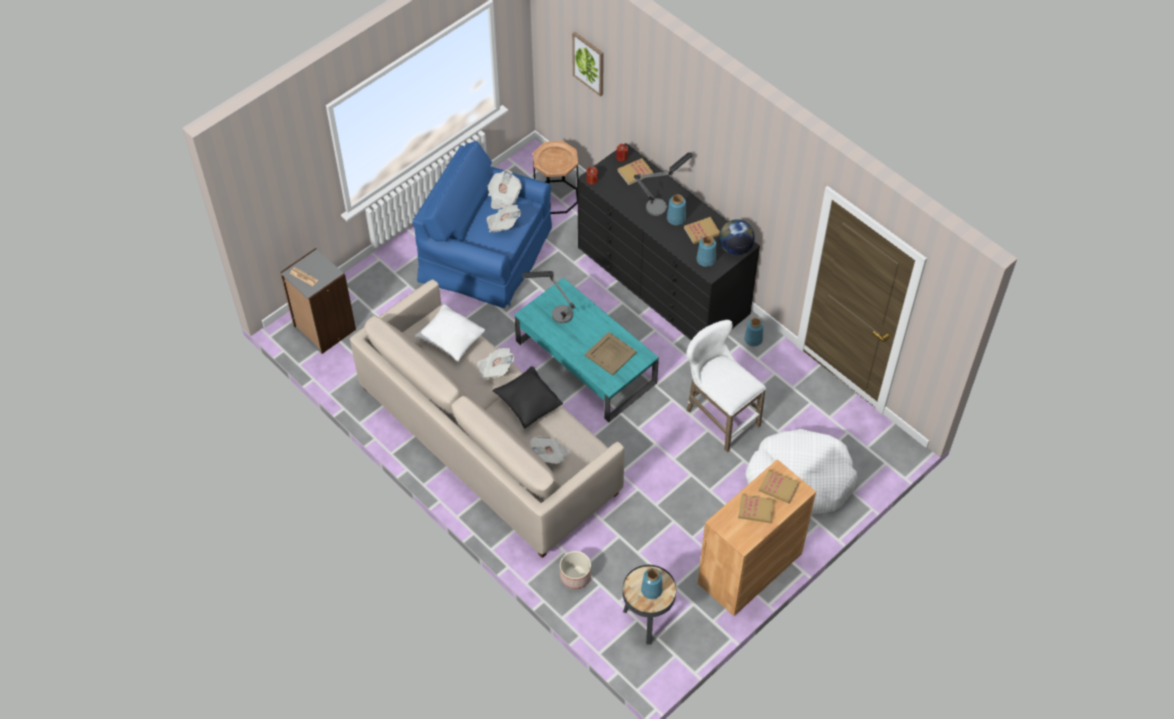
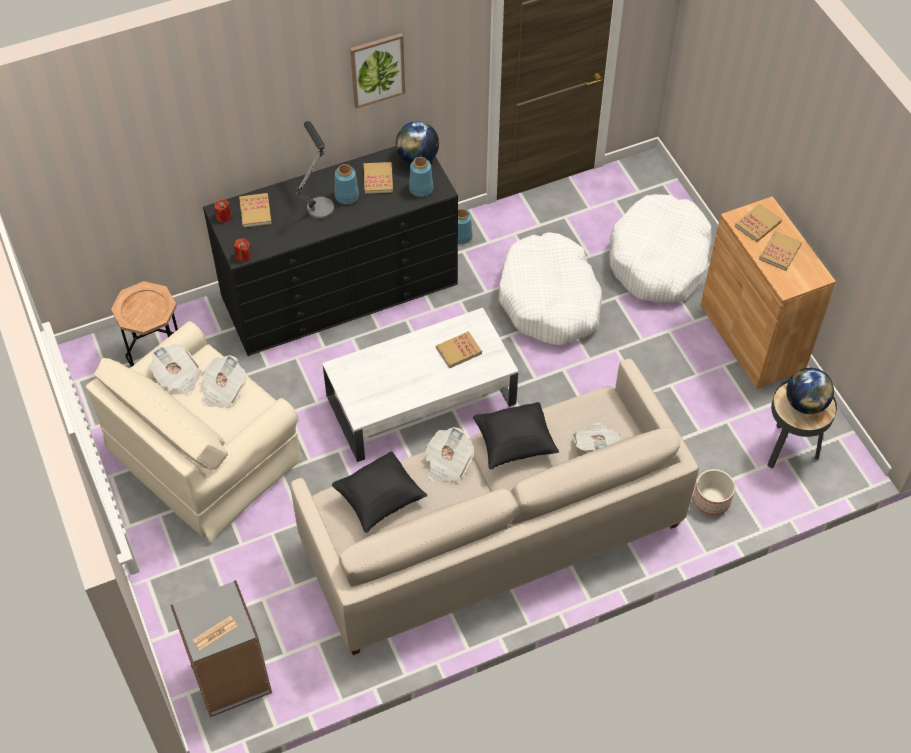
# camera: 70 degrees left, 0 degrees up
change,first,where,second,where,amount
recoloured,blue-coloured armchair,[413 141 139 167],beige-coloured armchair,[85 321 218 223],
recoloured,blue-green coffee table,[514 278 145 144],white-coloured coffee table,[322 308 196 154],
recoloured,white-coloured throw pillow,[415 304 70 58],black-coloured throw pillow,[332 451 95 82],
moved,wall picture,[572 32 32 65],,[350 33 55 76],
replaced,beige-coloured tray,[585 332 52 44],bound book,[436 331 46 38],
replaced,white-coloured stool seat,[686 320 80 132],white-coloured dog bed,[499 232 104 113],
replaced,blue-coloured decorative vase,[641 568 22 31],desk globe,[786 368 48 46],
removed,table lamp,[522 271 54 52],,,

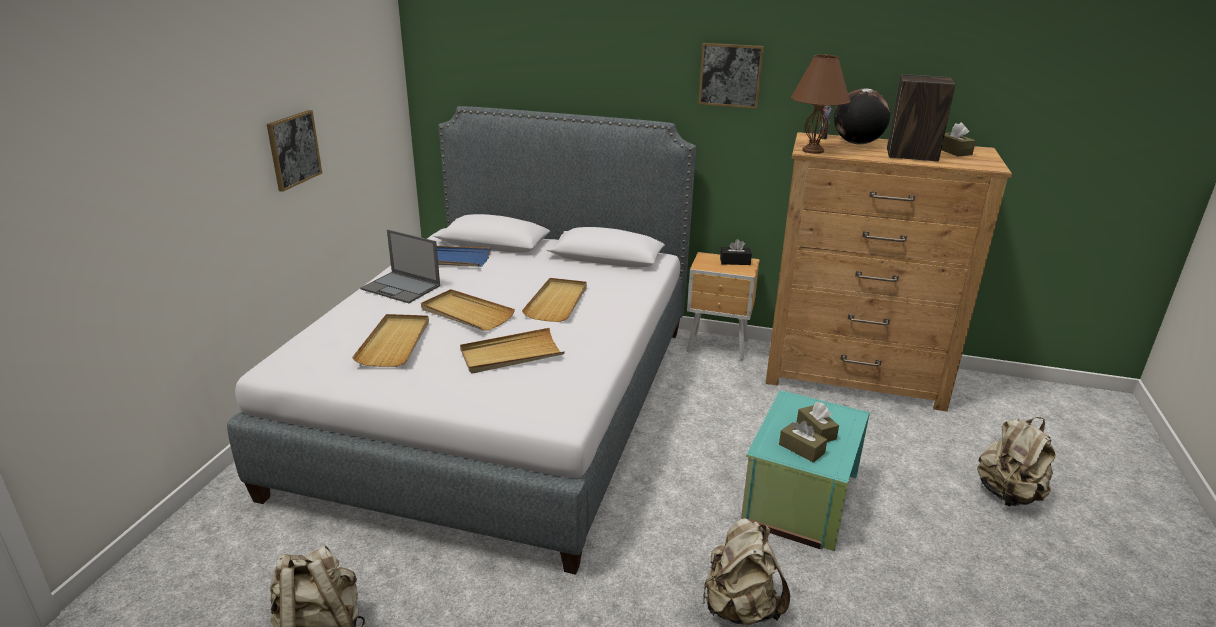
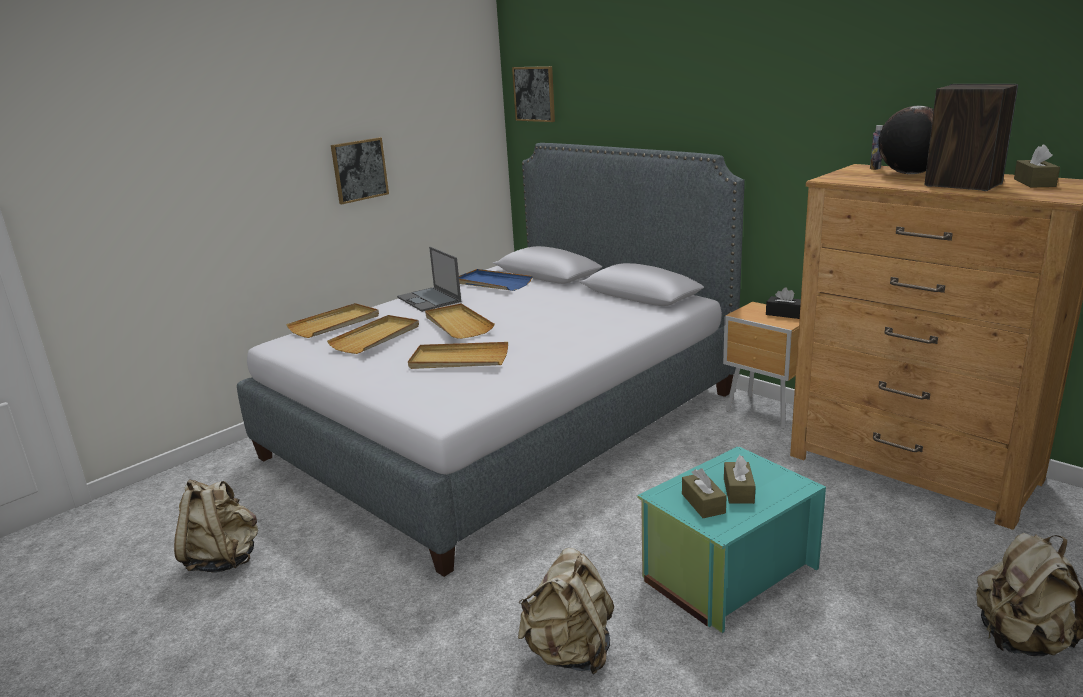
# camera: 30 degrees right, 5 degrees down
change,first,where,second,where,amount
moved,beige-coloured tray,[522 278 65 44],,[286 303 93 35],
moved,wall picture,[698 43 66 66],,[512 66 43 56],
removed,brownish table lamp,[791 54 59 100],,,

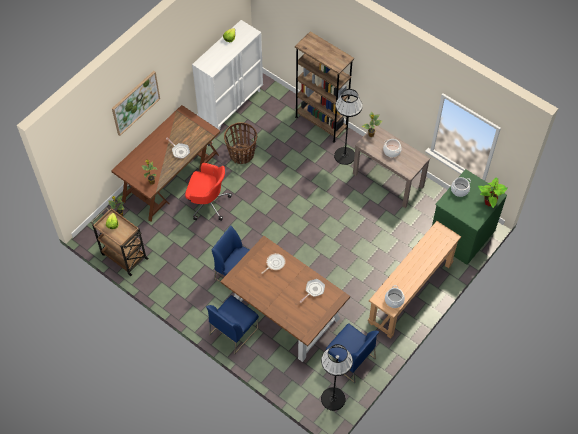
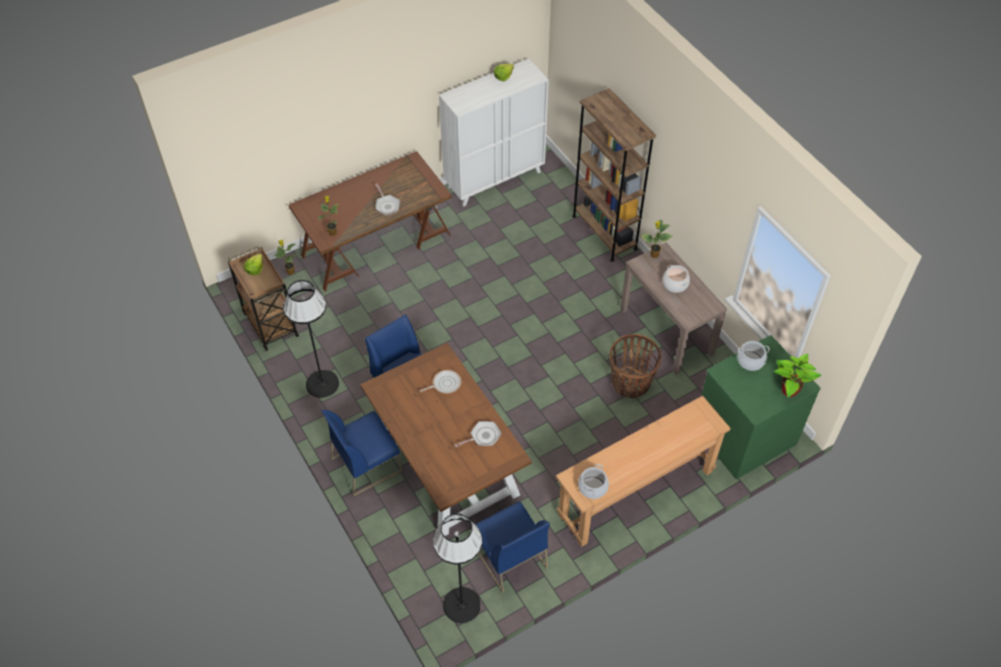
# camera: 20 degrees right, 5 degrees down
change,first,where,second,where,amount
moved,black-coloured floor lamp,[334 89 29 76],,[283 280 56 118],
moved,household basket,[224 122 33 42],,[609 334 53 64],
removed,wall picture,[112 71 48 65],,,
removed,red-coloured office chair,[185 163 47 58],,,

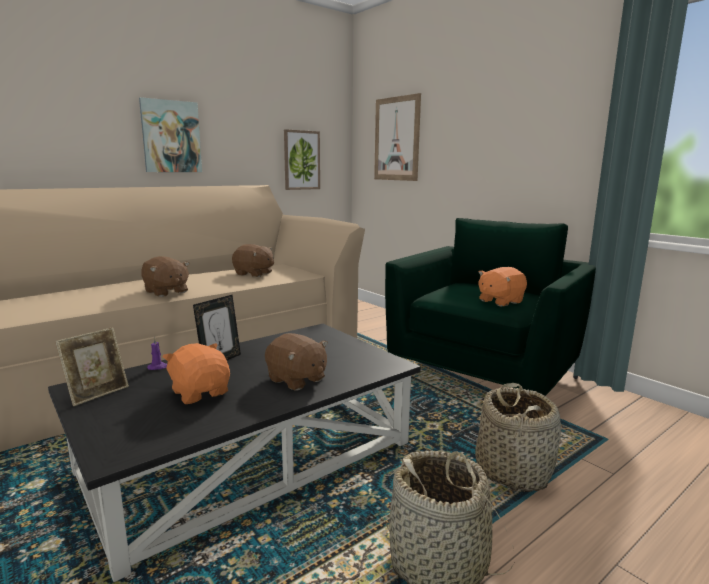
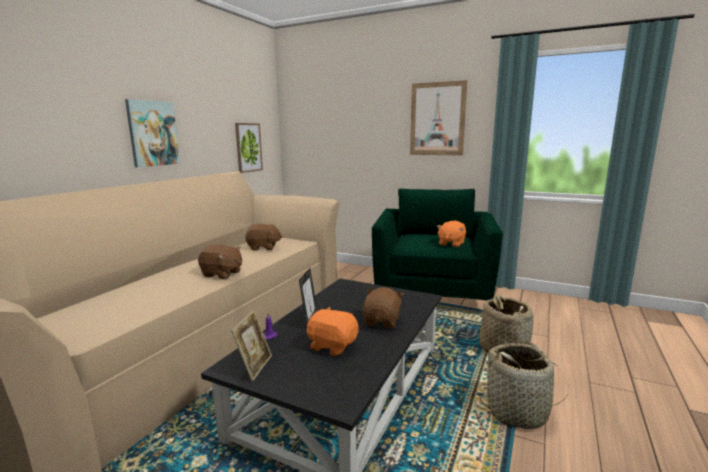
# camera: 25 degrees left, 0 degrees up
change,first,where,second,where,amount
turned,brownish soft toy,[265 333 63 57],,[363 287 41 41],90 degrees counterclockwise
moved,wall picture,[374 93 47 88],,[410 80 58 76],

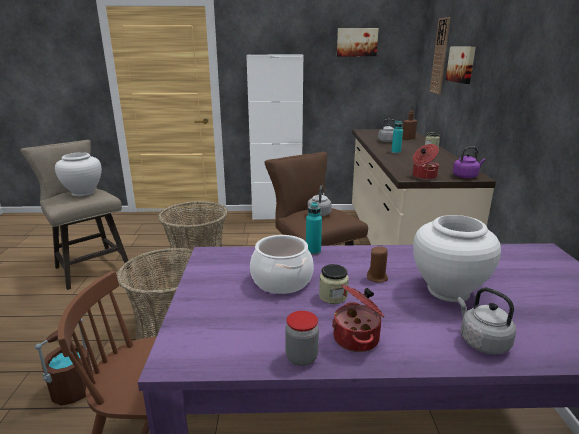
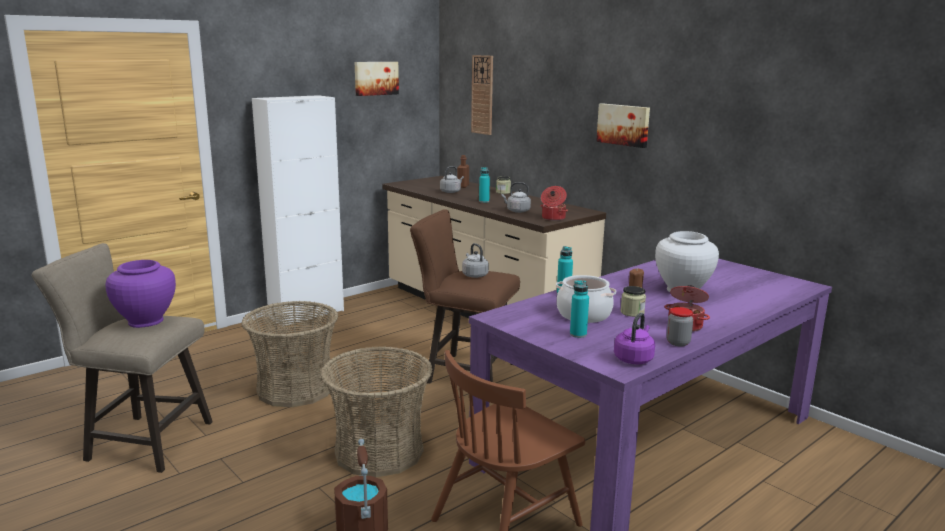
# camera: 40 degrees left, 5 degrees down
change,first,where,second,where,amount
recoloured,white-coloured decorative vase,[55 152 47 44],purple-coloured decorative vase,[105 260 71 68],
moved,gray tea kettle,[457 287 59 67],,[502 182 29 31],
added,,,blue-green drink bottle,[570 280 19 58],
moved,wall picture,[446 47 30 37],,[596 103 54 45],
moved,purple-coloured tea kettle,[453 146 32 32],,[614 313 41 51],

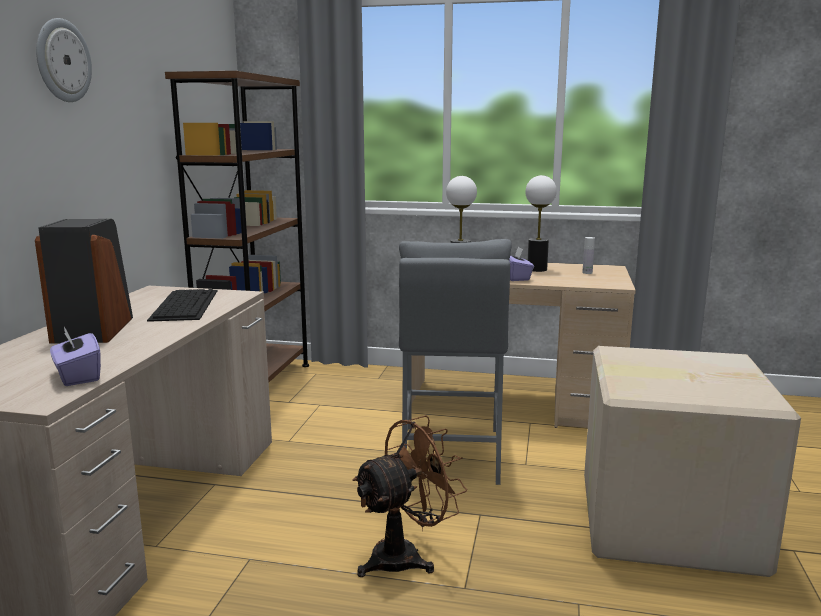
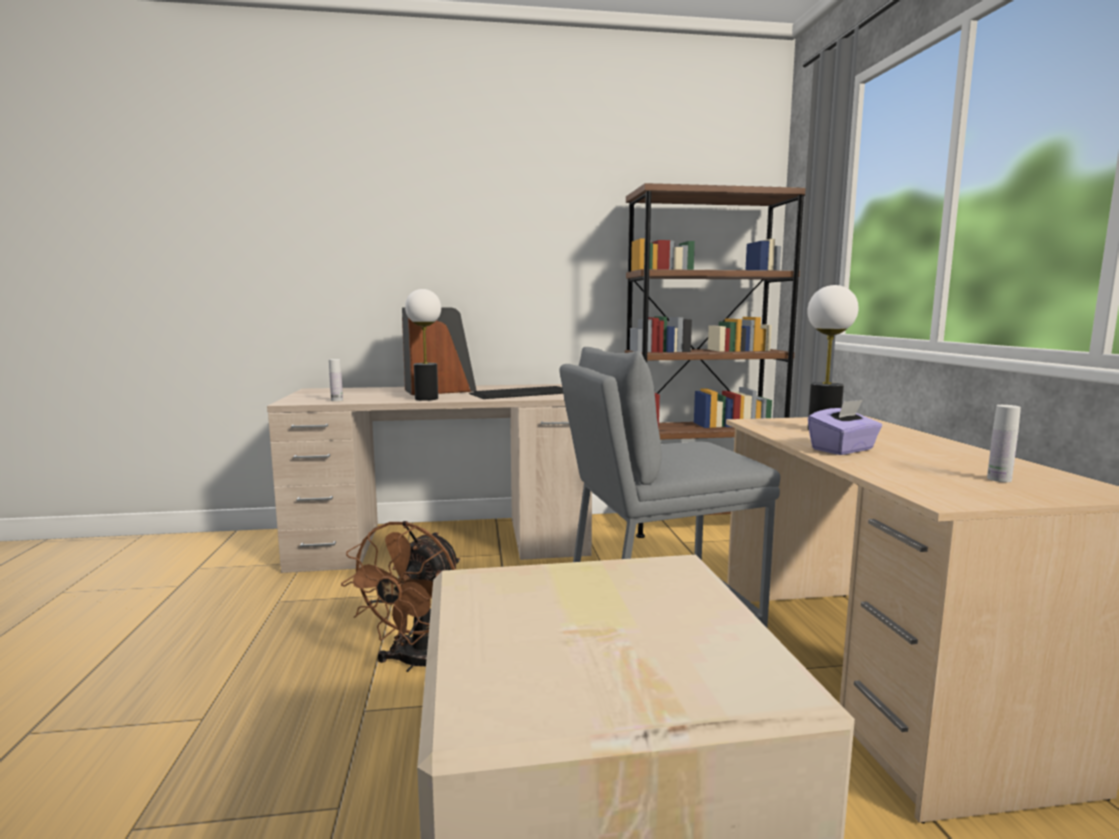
# camera: 70 degrees right, 5 degrees down
change,first,where,second,where,amount
replaced,purple-coloured tissue holder,[50 327 51 59],white-coloured drink bottle,[329 359 14 42],
turned,brownish fan,[352 415 115 162],,[341 521 119 151],75 degrees clockwise
moved,table lamp,[525 175 32 97],,[405 289 36 112],
removed,clock on the wall,[36 18 56 84],,,

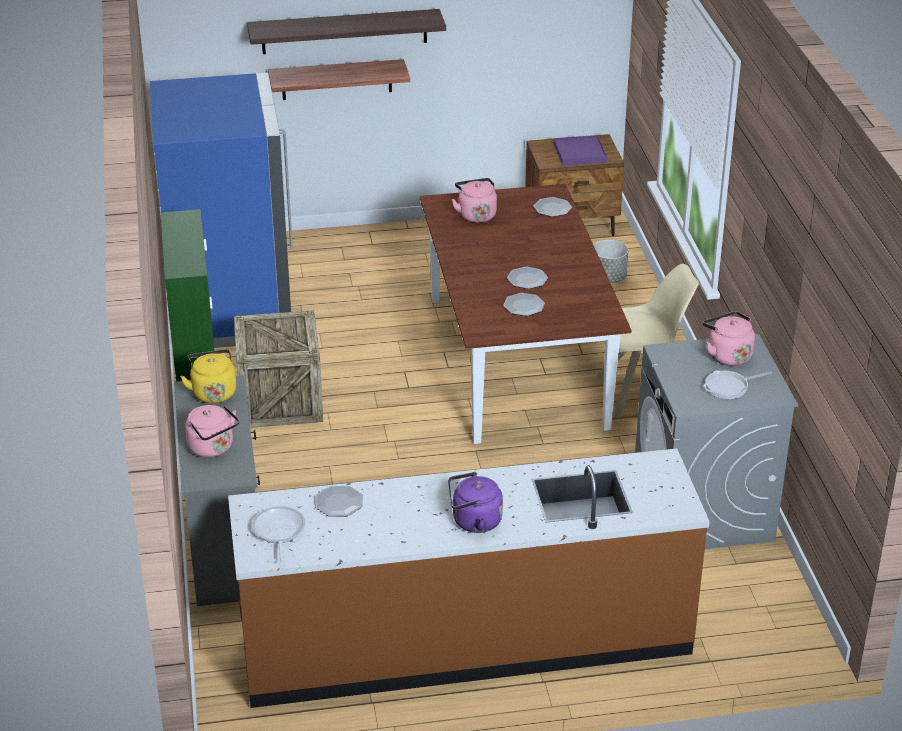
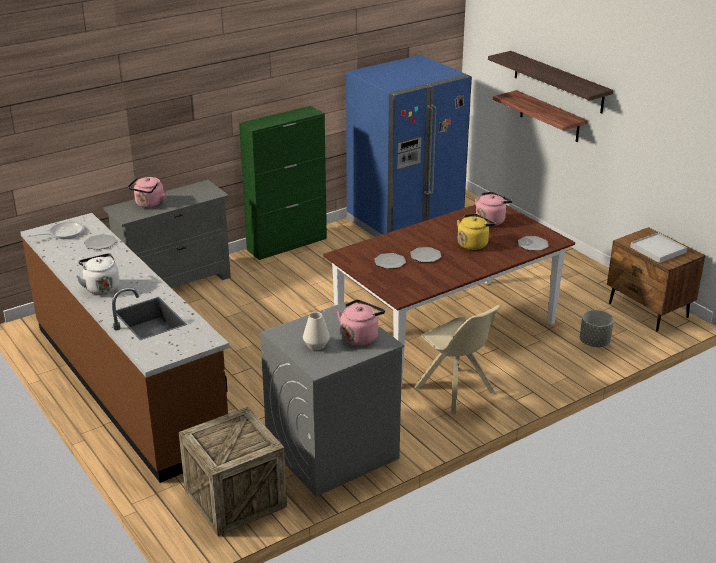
# camera: 65 degrees right, 5 degrees down
change,first,where,second,where,amount
recoloured,purple-coloured tea kettle,[448 472 55 61],white-coloured tea kettle,[76 253 44 42],
moved,shipping crate,[234 310 89 118],,[179 407 108 129],
replaced,pan,[703 371 69 28],white-coloured decorative vase,[303 312 27 38],
moved,yellowish tea kettle,[180 349 56 54],,[457 213 39 37],
recoloured,purple-coloured tray,[554 135 53 31],white-coloured tray,[630 233 57 30],

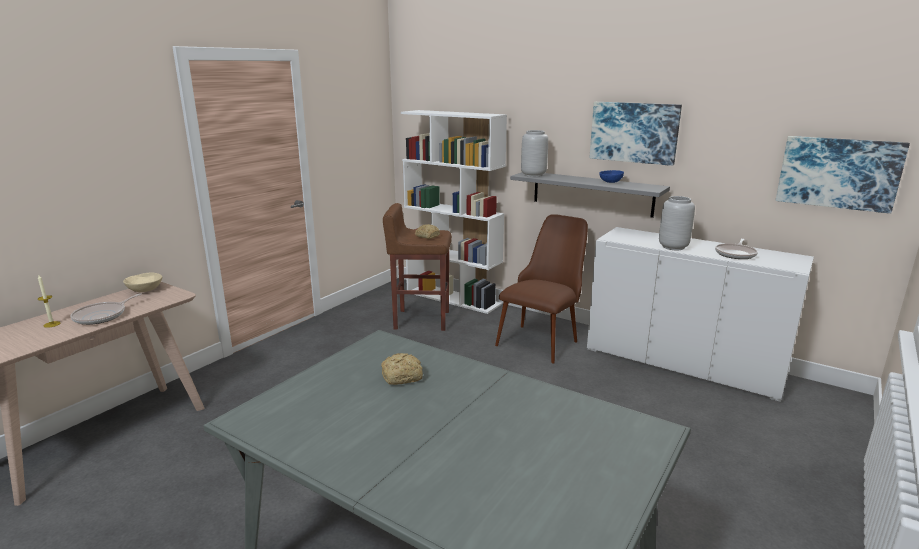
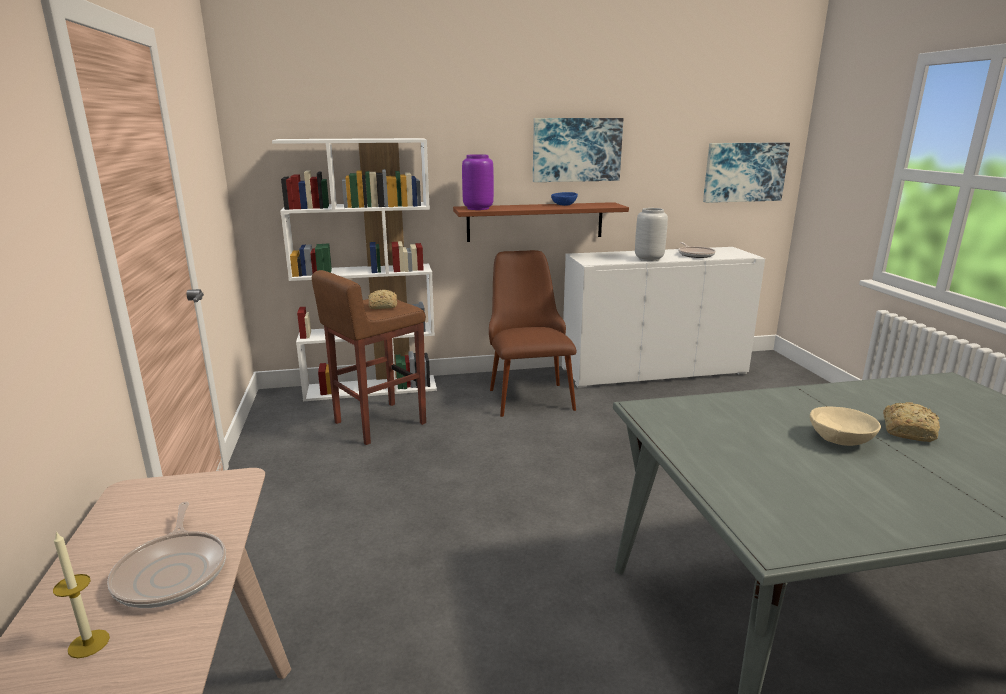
# camera: 45 degrees left, 0 degrees up
change,first,where,second,where,amount
recoloured,gray bracket shelf,[510 172 160 46],brownish bracket shelf,[453 202 176 40],
recoloured,gray decorative vase,[521 130 27 47],purple-coloured decorative vase,[462 154 32 56],
moved,beige-coloured bowl,[123 273 39 19],,[810 406 71 40],
moved,baked bread,[381 353 42 32],,[883 402 57 40],

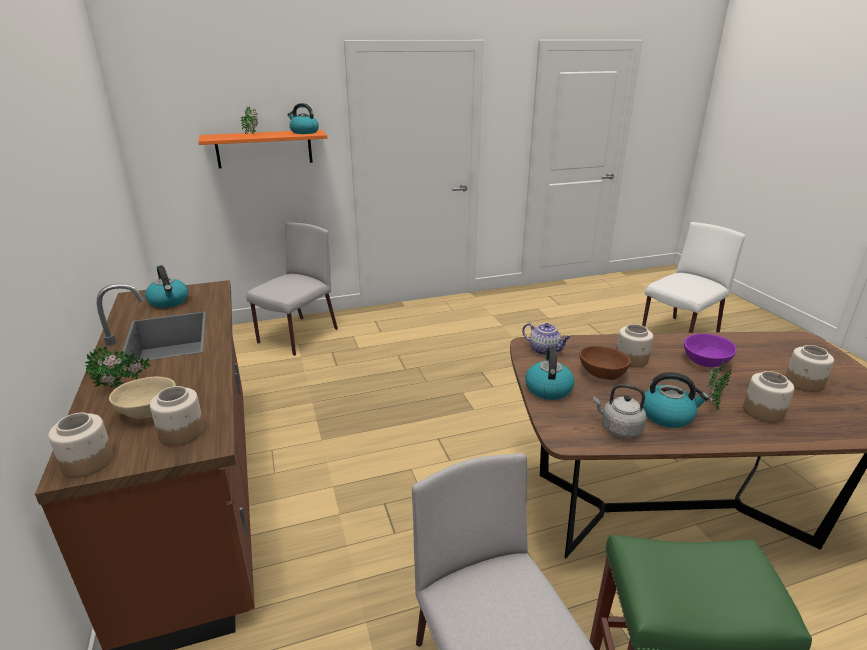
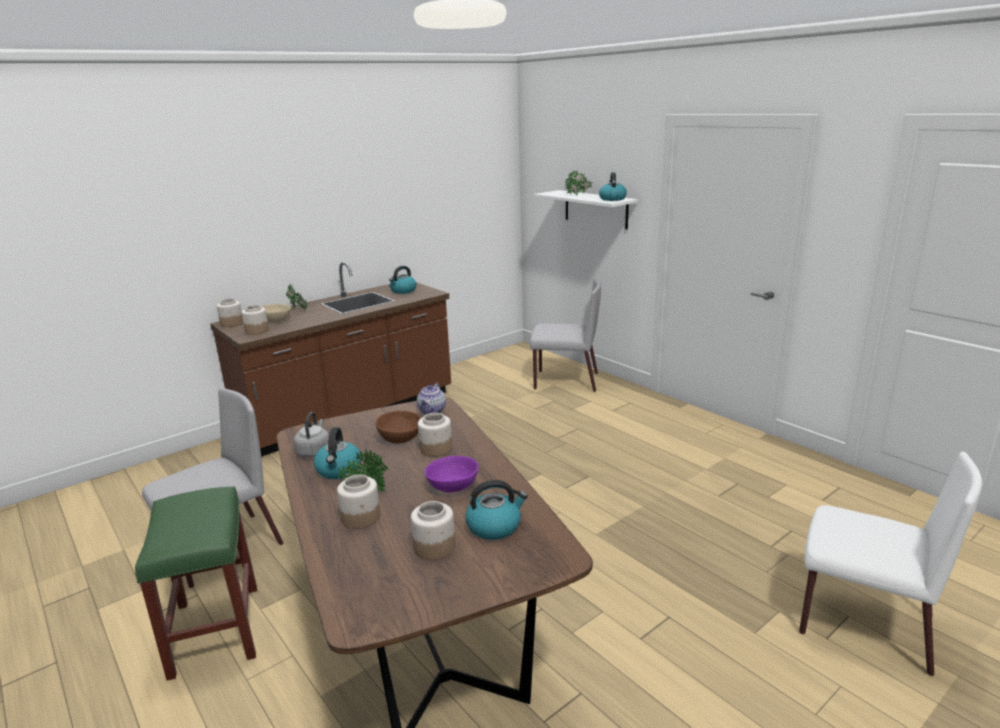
# camera: 70 degrees right, 5 degrees down
change,first,where,second,where,amount
moved,tea kettle,[525 347 49 53],,[466 480 62 60],
recoloured,orangey bracket shelf,[198 130 129 38],white-coloured bracket shelf,[534 190 104 39],

